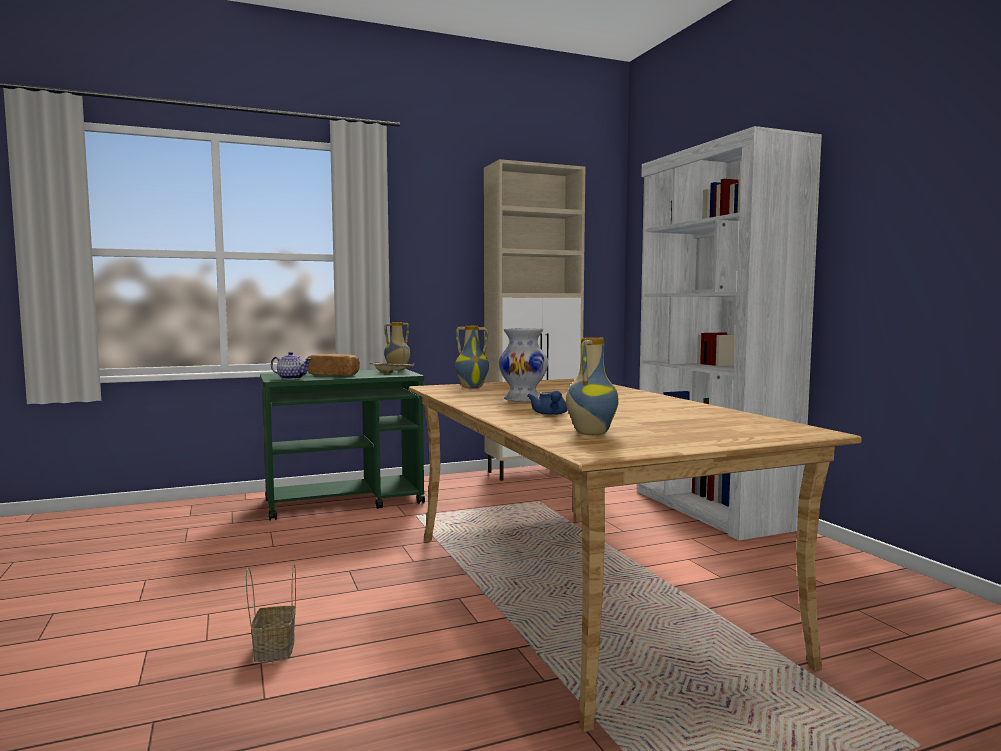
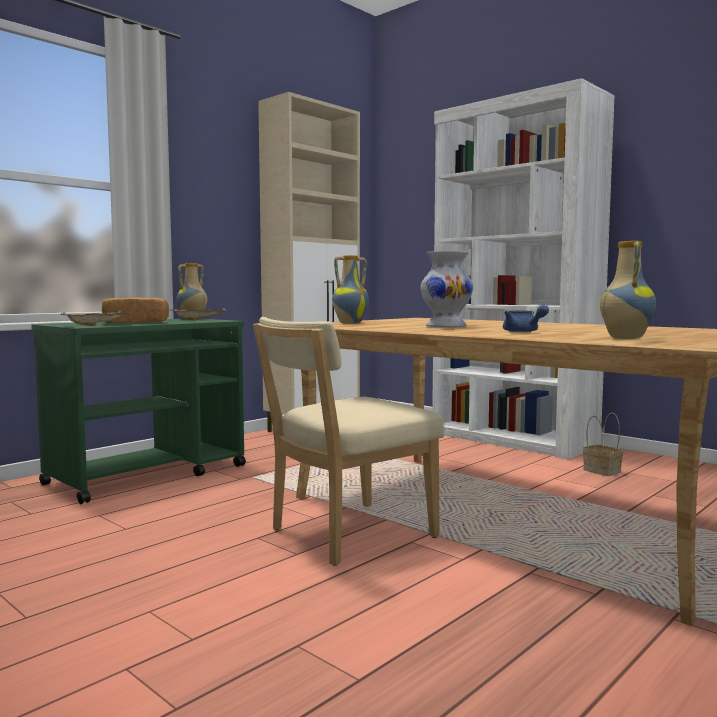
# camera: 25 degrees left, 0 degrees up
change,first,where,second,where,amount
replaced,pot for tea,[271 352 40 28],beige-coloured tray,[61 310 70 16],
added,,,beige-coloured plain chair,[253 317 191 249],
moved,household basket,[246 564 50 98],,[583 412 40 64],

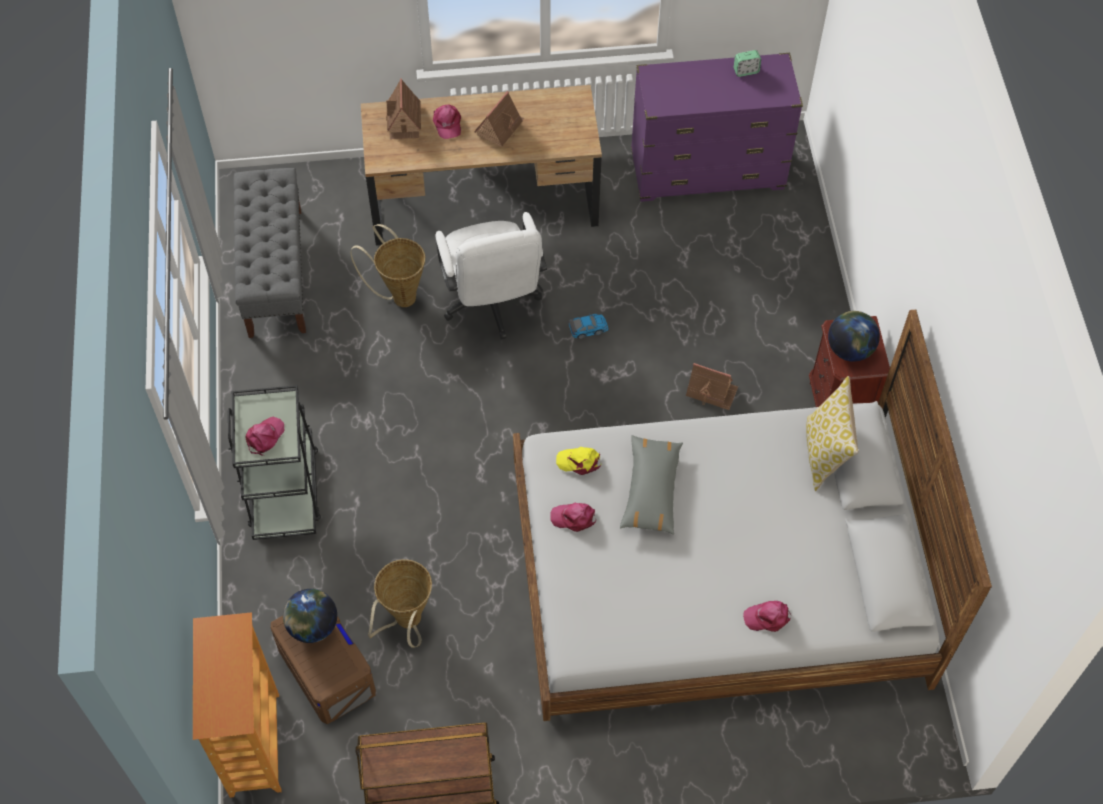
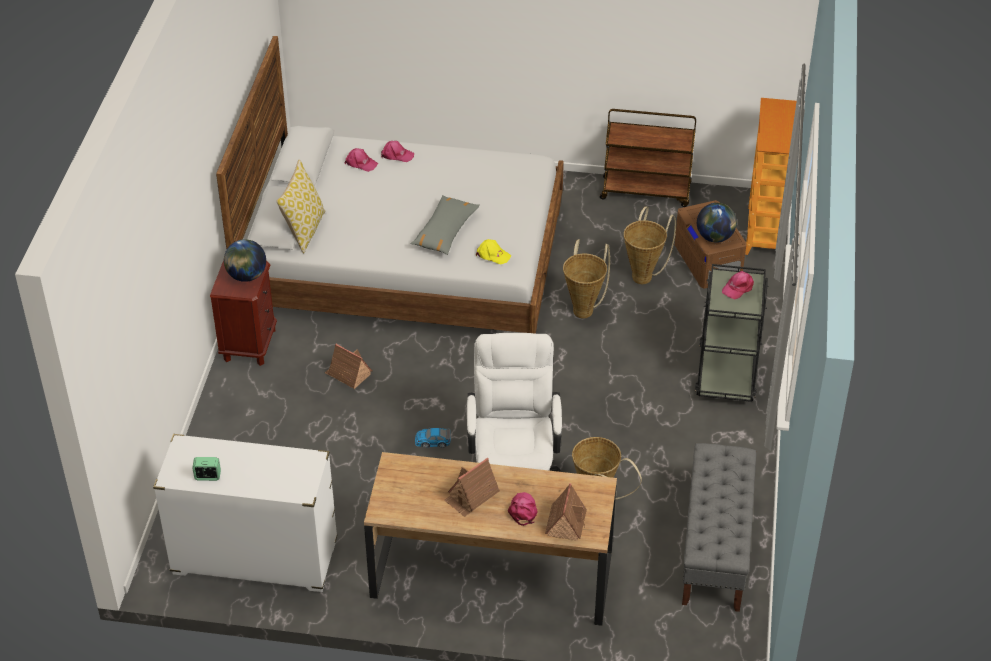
# camera: 165 degrees left, 15 degrees down
change,first,where,second,where,amount
recoloured,purple-coloured chest of drawers,[631 53 172 149],white-coloured chest of drawers,[153 434 184 158],
moved,pinkish baseball cap,[550 503 46 29],,[345 148 33 24],
added,,,household basket,[563 239 47 79],

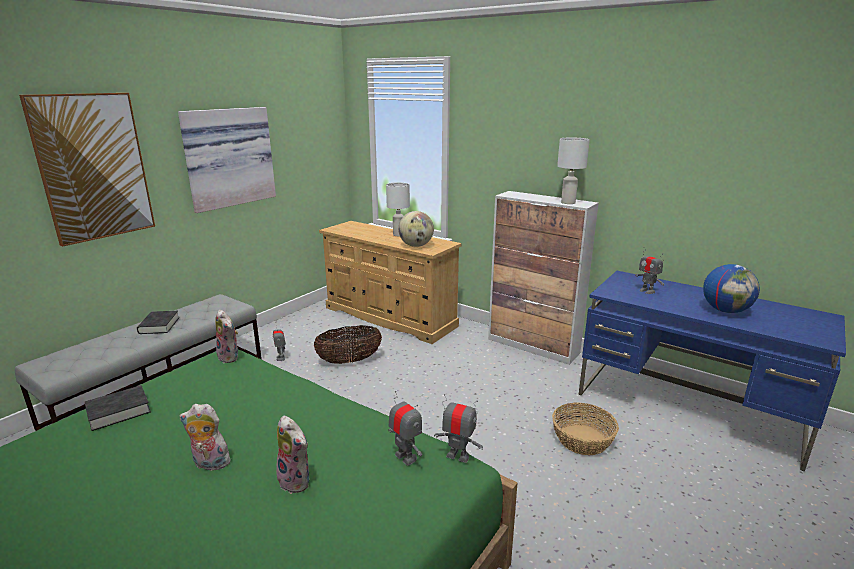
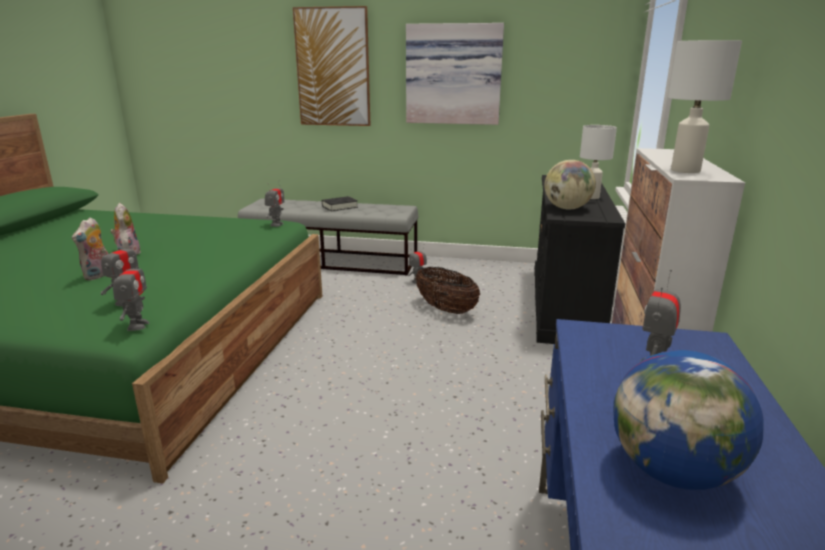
# camera: 65 degrees right, 0 degrees up
change,first,where,second,where,amount
replaced,soft toy,[215 309 23 54],model robot,[265 183 20 44],
recoloured,beige-coloured chest of drawers,[319 221 142 123],black-coloured chest of drawers,[534 175 91 169],
removed,black-coloured bound book,[85 385 66 46],,,
removed,household basket,[552 402 67 53],,,

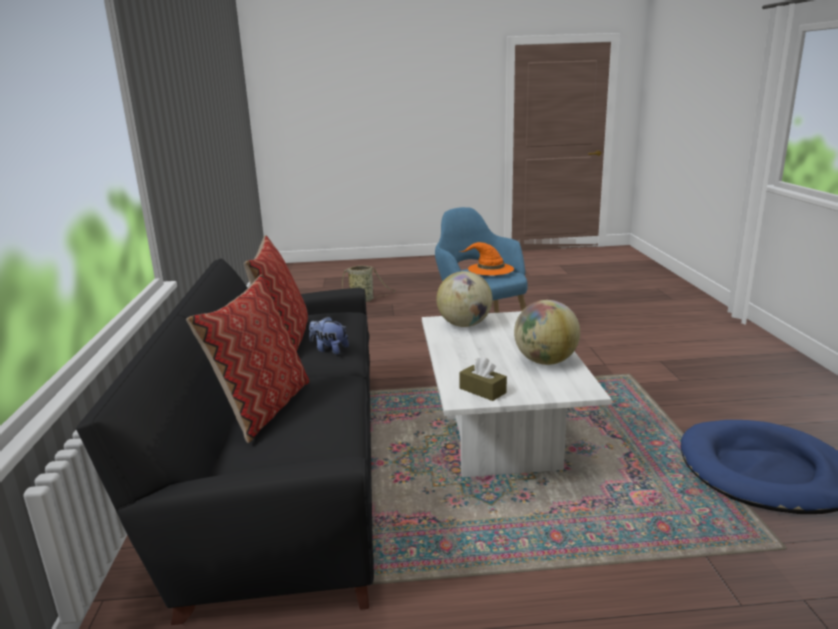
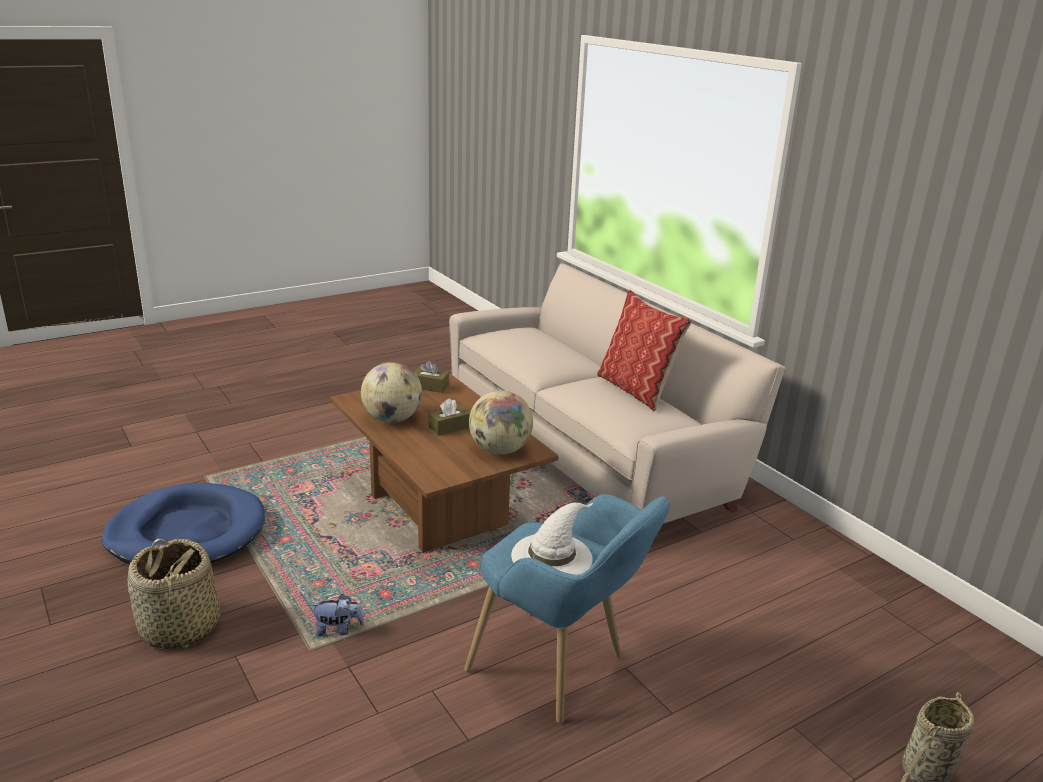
# camera: 150 degrees right, 5 degrees up
change,first,where,second,where,amount
added,,,household basket,[128 539 93 110],
moved,soft toy,[309 316 40 38],,[310 594 54 43],
recoloured,white-coloured coffee table,[422 311 189 167],brownish coffee table,[330 373 229 180],
added,,,brownish tissue holder,[429 398 41 38],
recoloured,black-coloured sofa,[76 258 298 367],beige-coloured sofa,[449 263 336 261],
recoloured,orangey wearable hat,[460 242 54 33],white-coloured wearable hat,[511 502 83 73],
removed,throw pillow,[186 275 124 168],,,

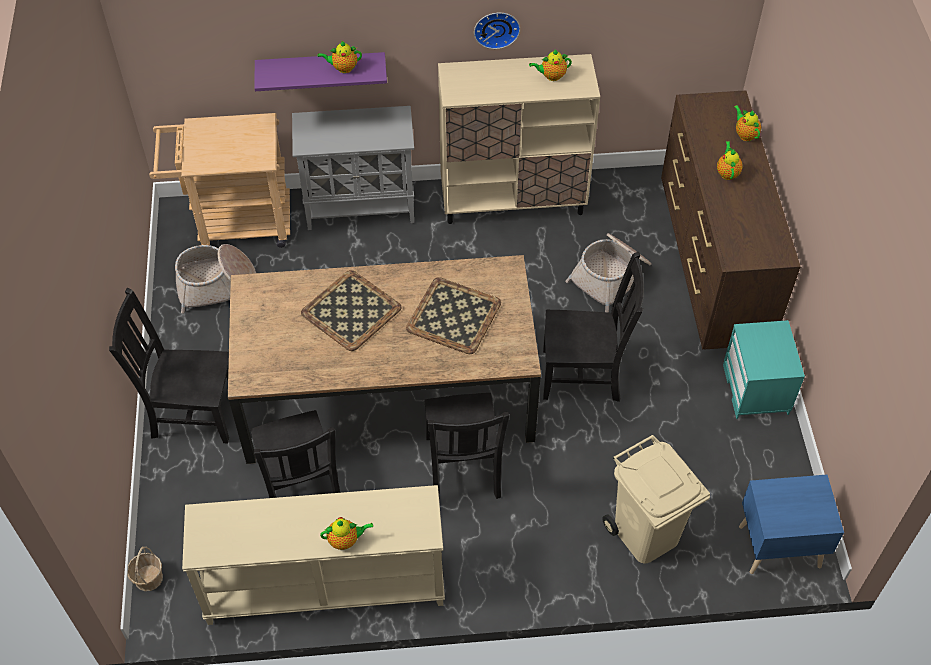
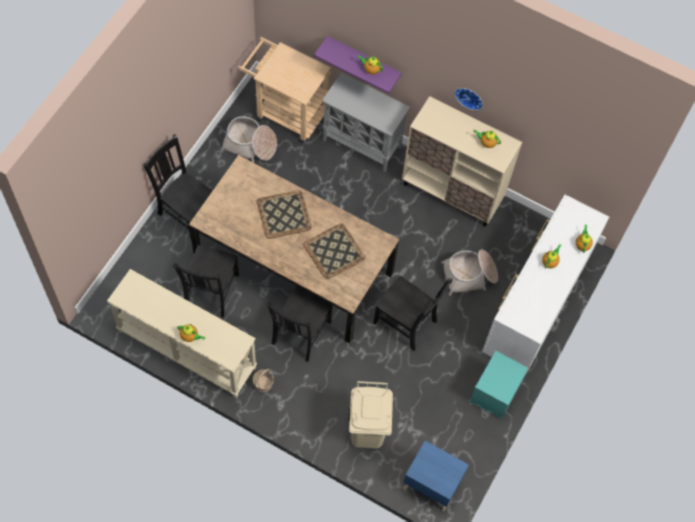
# camera: 30 degrees right, 10 degrees up
change,first,where,second,where,amount
moved,household basket,[128 546 35 45],,[253 368 21 24],
recoloured,brownish chest of drawers,[661 90 140 259],white-coloured chest of drawers,[482 195 127 180],

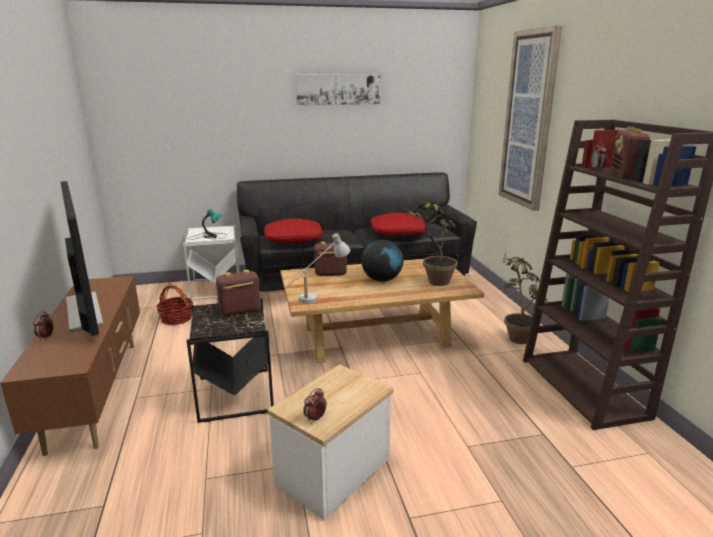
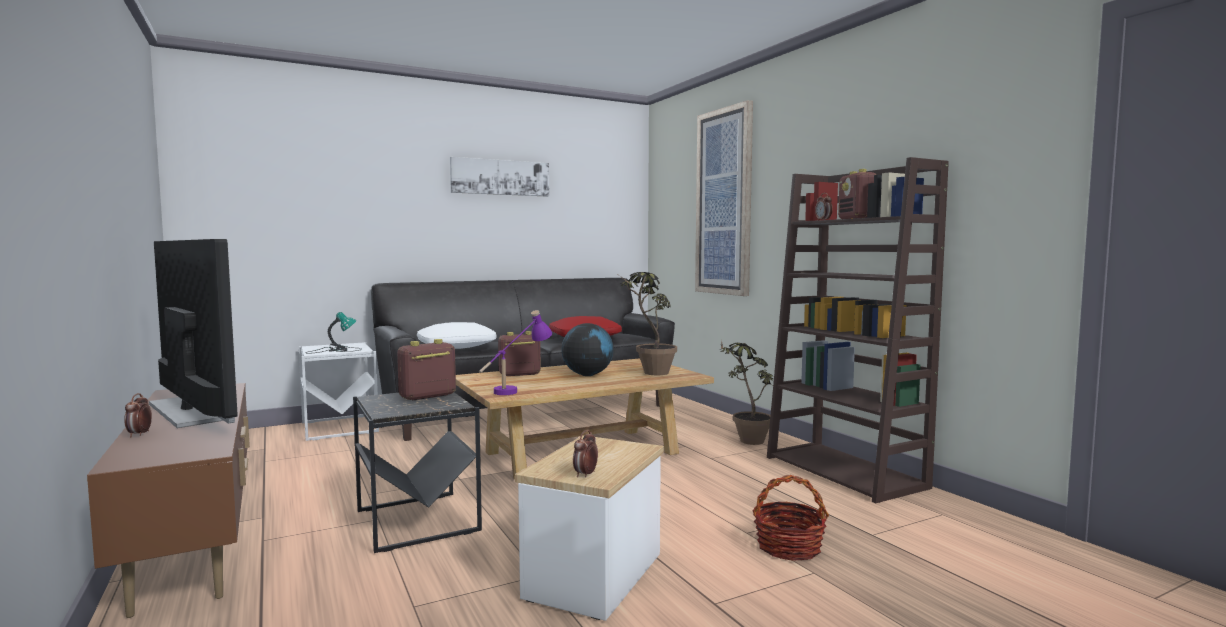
# camera: 15 degrees left, 15 degrees down
change,first,where,second,where,amount
recoloured,red-coloured throw pillow,[264 219 59 24],white-coloured throw pillow,[417 322 79 27],
recoloured,white-coloured table lamp,[284 233 66 70],purple-coloured table lamp,[479 310 73 85],
moved,household basket,[156 285 37 40],,[752 475 77 86],

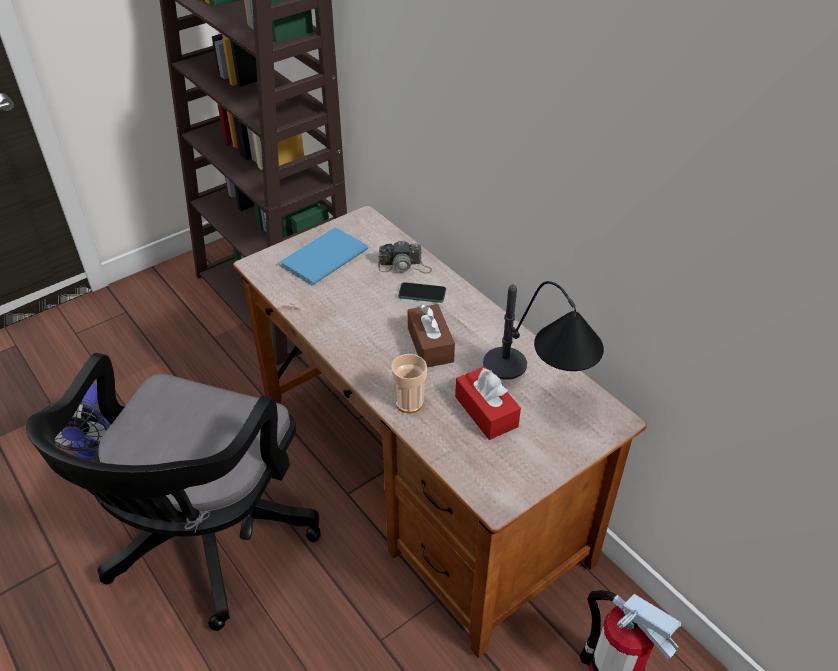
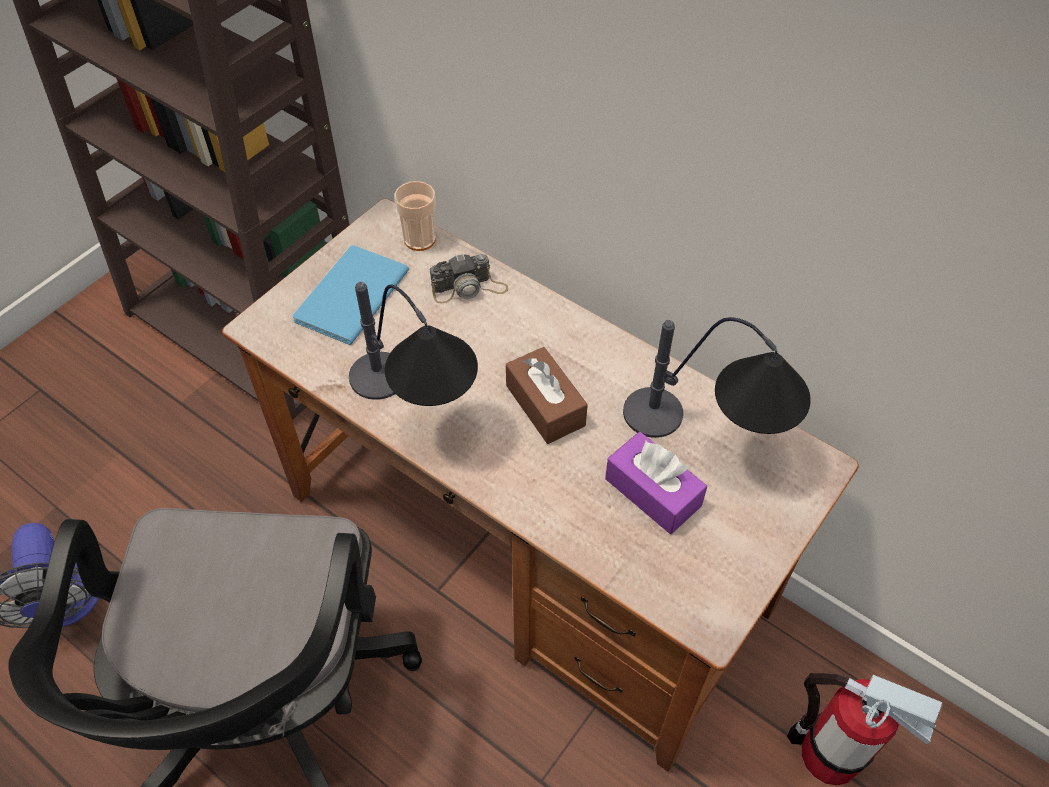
# camera: 15 degrees left, 10 degrees up
change,first,where,second,where,amount
added,,,table lamp,[349 282 129 124],
moved,cup,[391 354 36 59],,[394 181 42 70],
recoloured,red-coloured tissue holder,[455 366 66 74],purple-coloured tissue holder,[605 432 102 102],
removed,handset,[398 282 48 21],,,

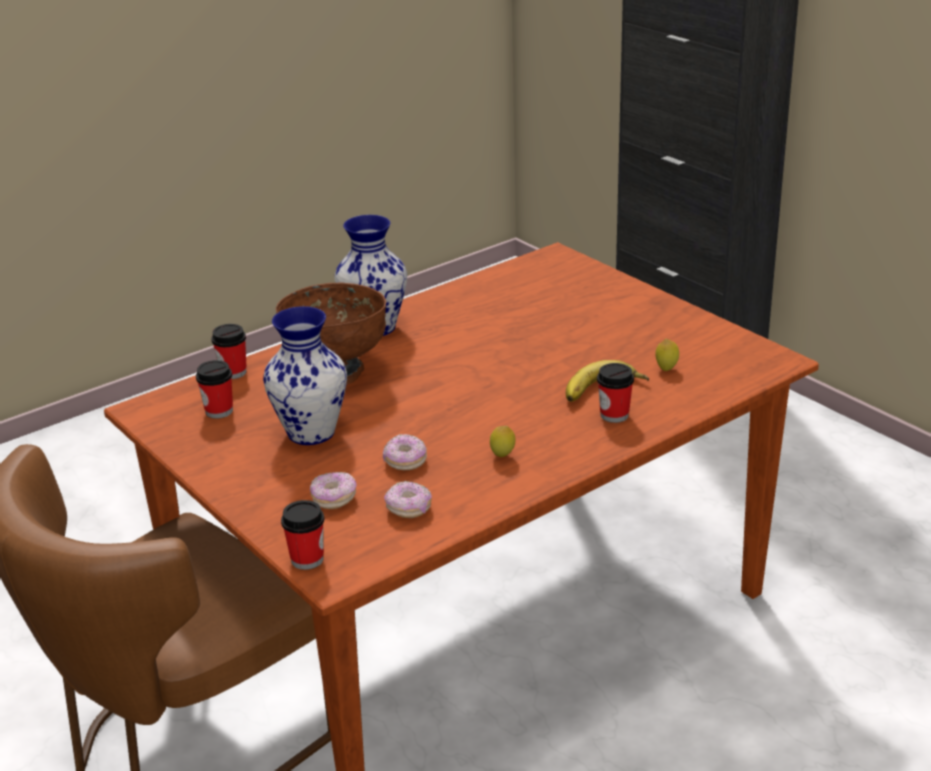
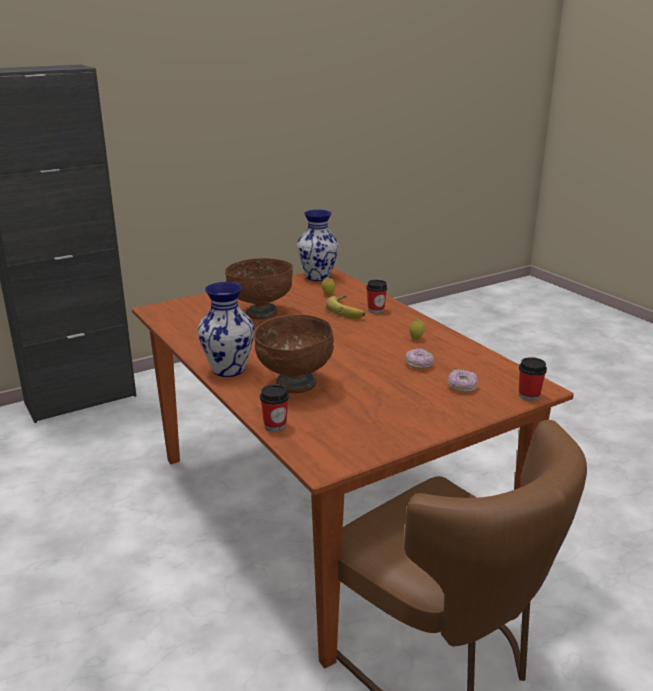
# camera: 85 degrees left, 5 degrees down
change,first,where,second,where,amount
added,,,brownish bowl,[225 258 68 62],
moved,decorative vase,[263 306 84 139],,[297 209 42 72],
removed,cup,[196 360 37 59],,,
removed,doughnut,[384 481 48 37],,,

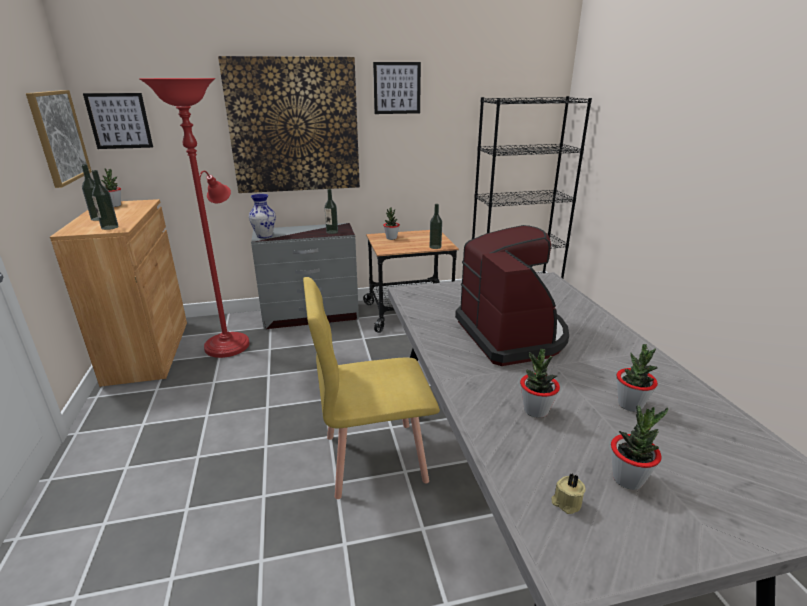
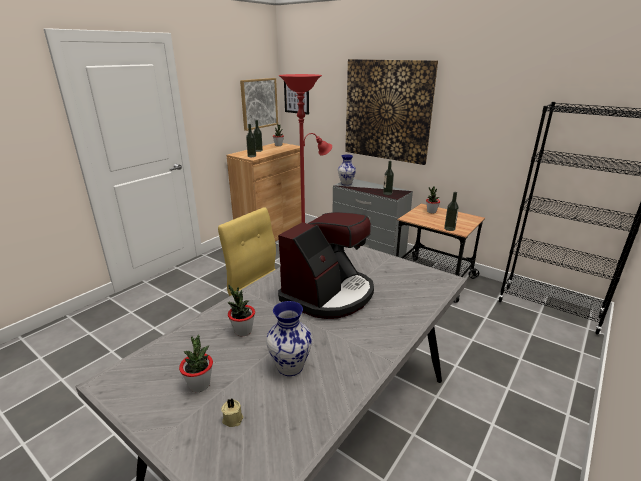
# camera: 50 degrees right, 0 degrees up
change,first,where,second,where,amount
moved,beige-coloured wax light,[551 473 35 41],,[221 398 22 29],
replaced,houseplant,[616 344 42 68],decorative vase,[266 301 46 75],
removed,wall picture,[373 62 48 52],,,

